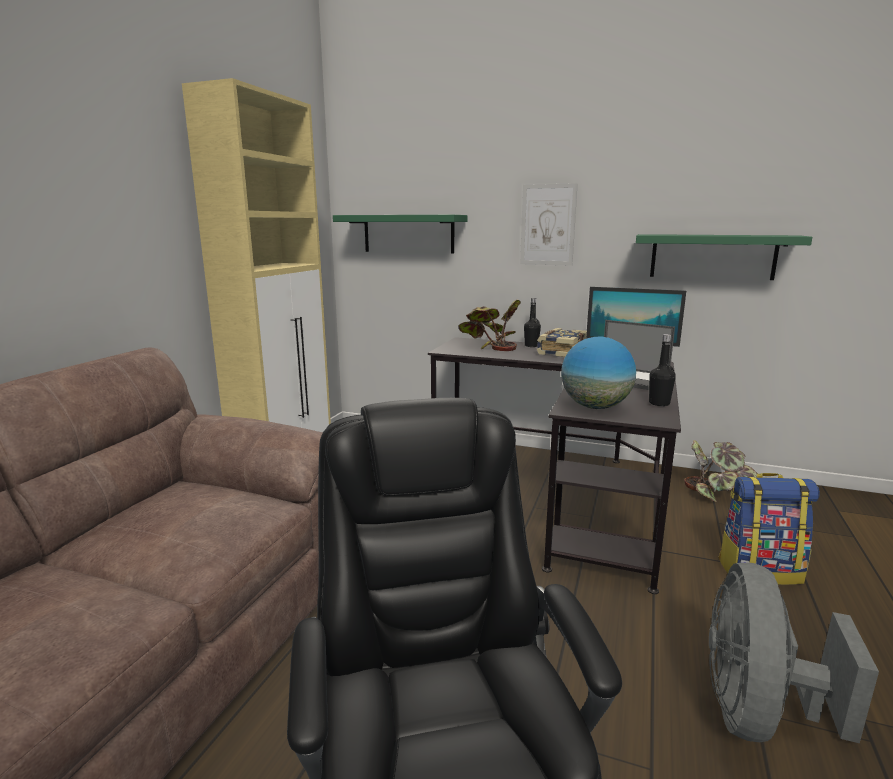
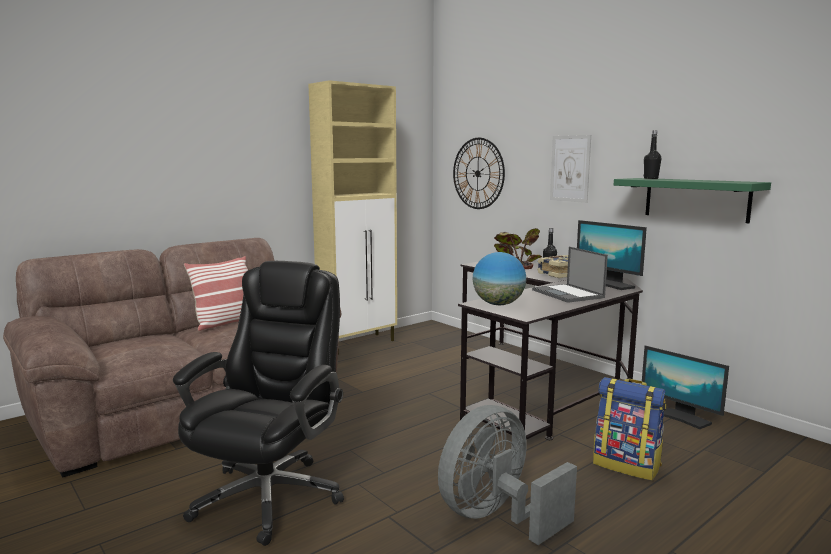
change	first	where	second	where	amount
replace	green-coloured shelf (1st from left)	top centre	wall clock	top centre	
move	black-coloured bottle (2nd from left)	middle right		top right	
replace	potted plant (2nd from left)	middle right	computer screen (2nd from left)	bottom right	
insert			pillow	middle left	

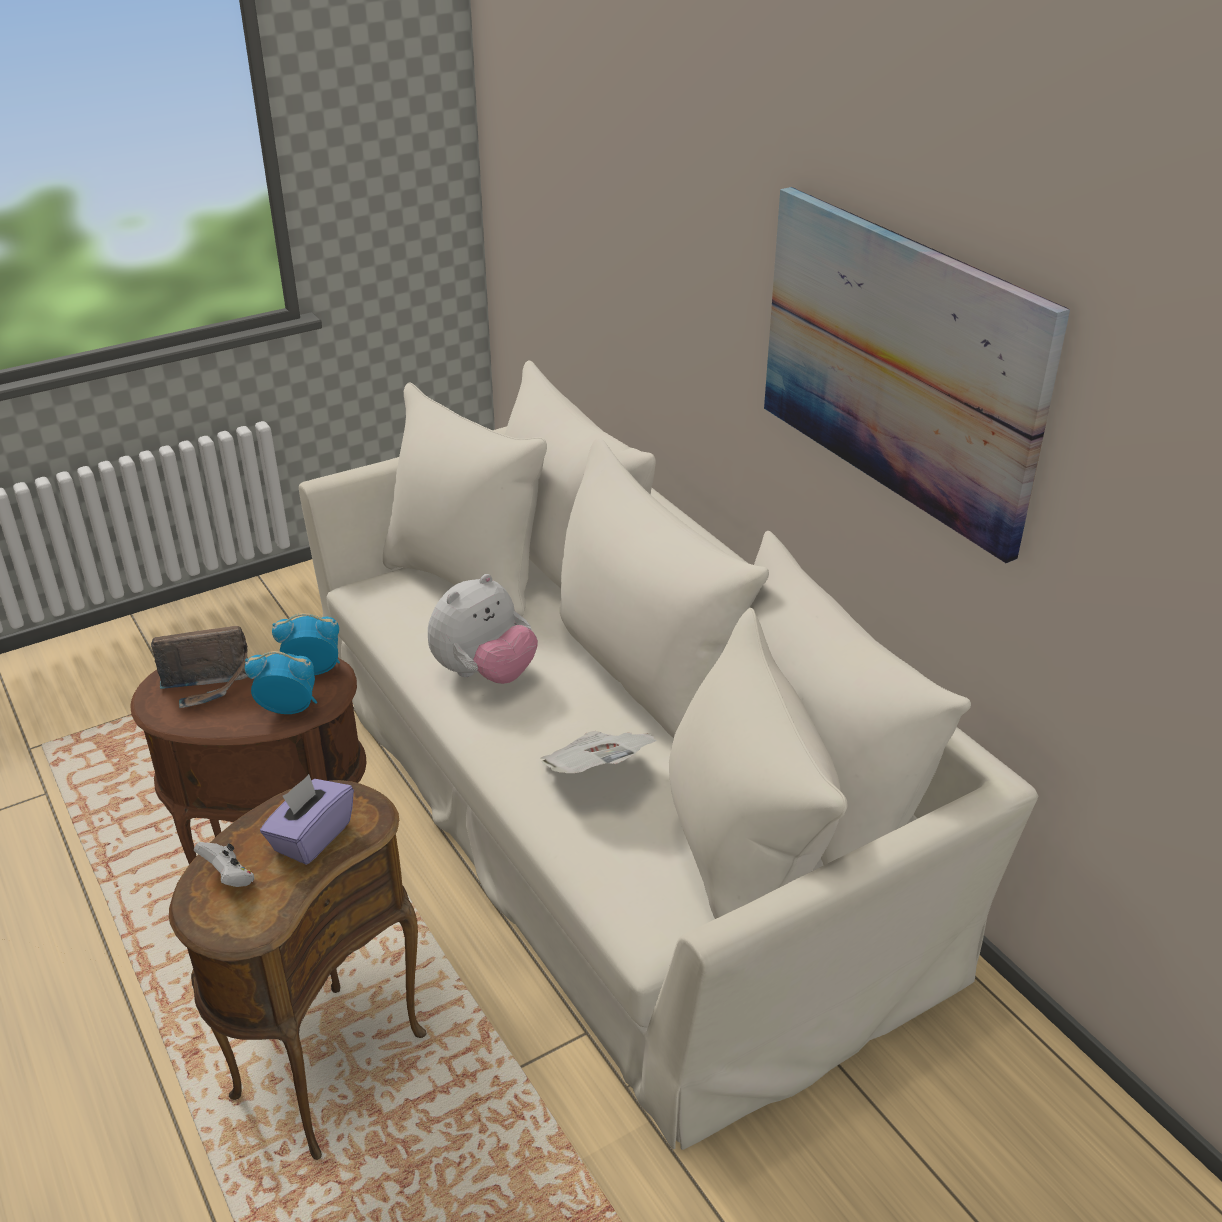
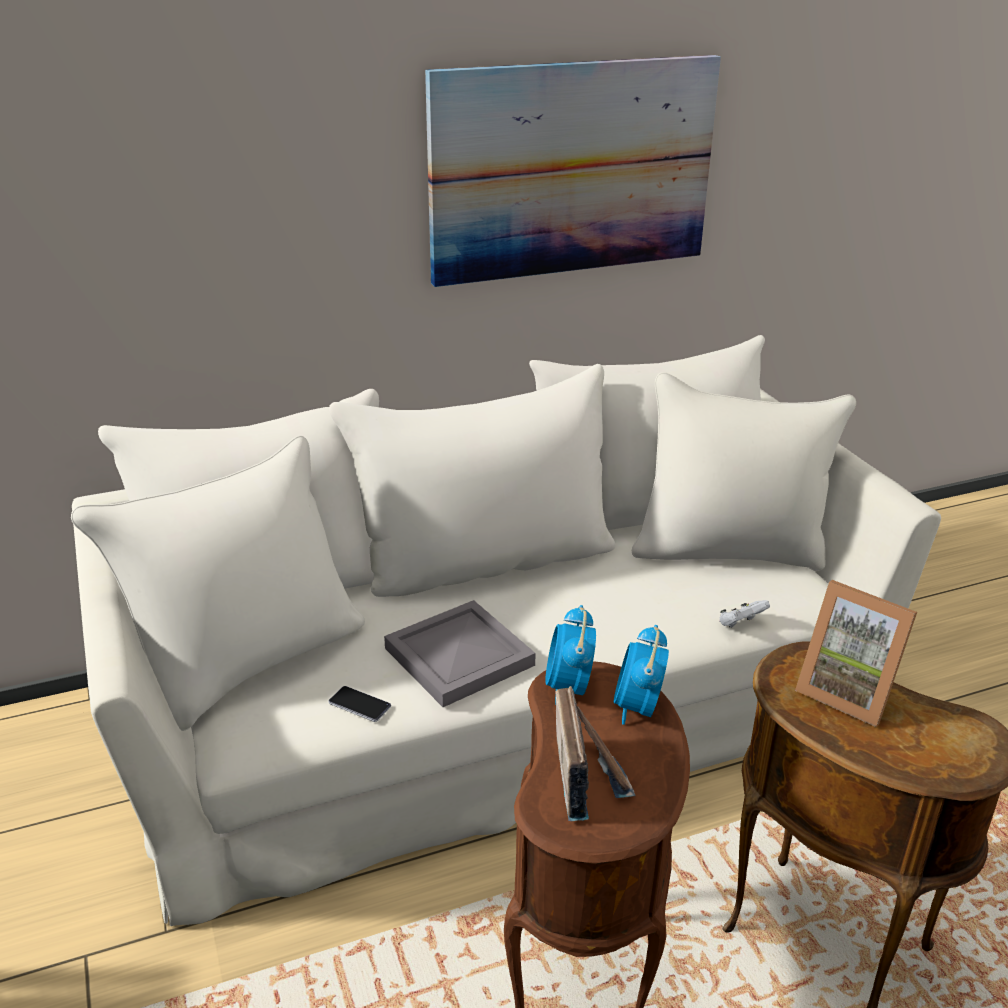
change	first	where	second	where	amount
replace	cuddly toy	centre	grey tray	centre	
delete	daily paper	centre			
replace	purple box of tissues	bottom left	standing frame	middle right	
move	whitish game controller	bottom left		middle right	
insert			phone	bottom centre	

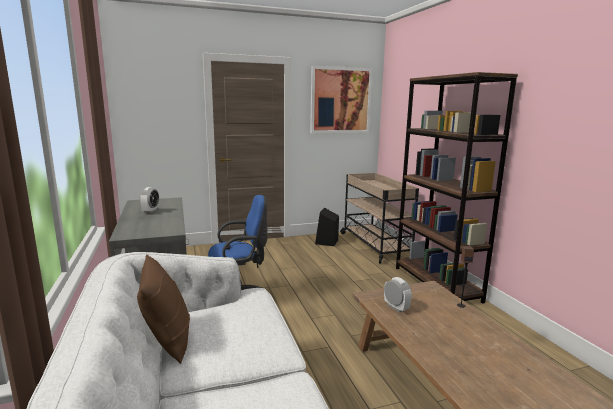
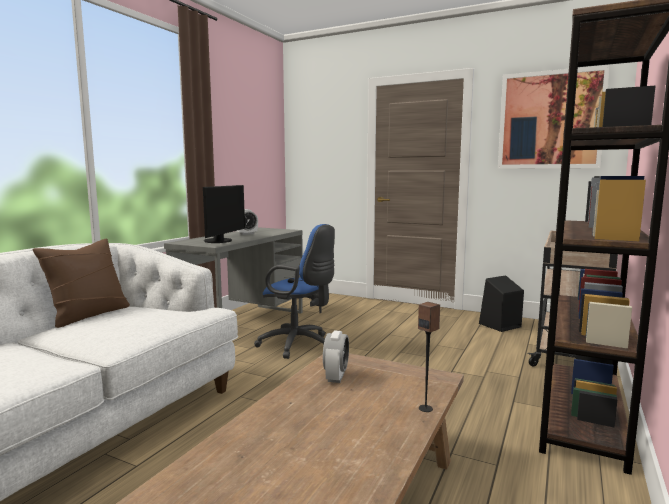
change	first	where	second	where	amount
insert			computer screen	centre	

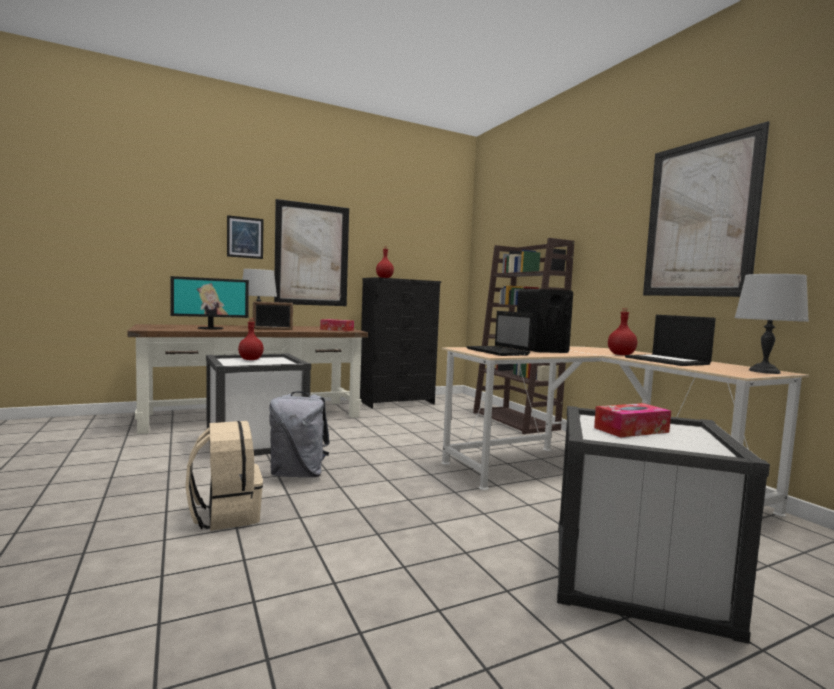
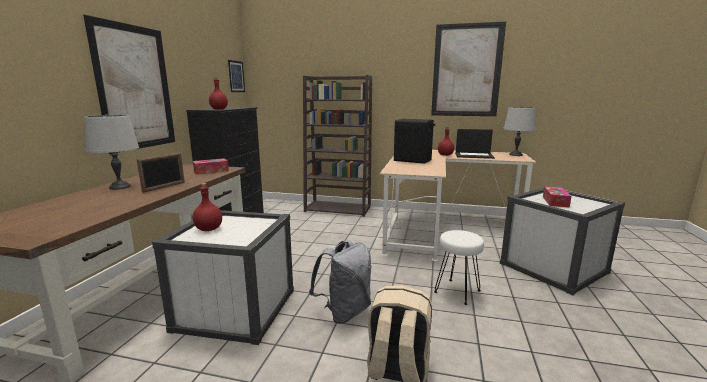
change	first	where	second	where	amount
move	wall picture (1st from left in the first image)	middle left	wall picture (2nd from left)	top centre	
delete	computer screen	middle left			
delete	laptop (1st from left)	centre			
insert			whitish stool	bottom centre	

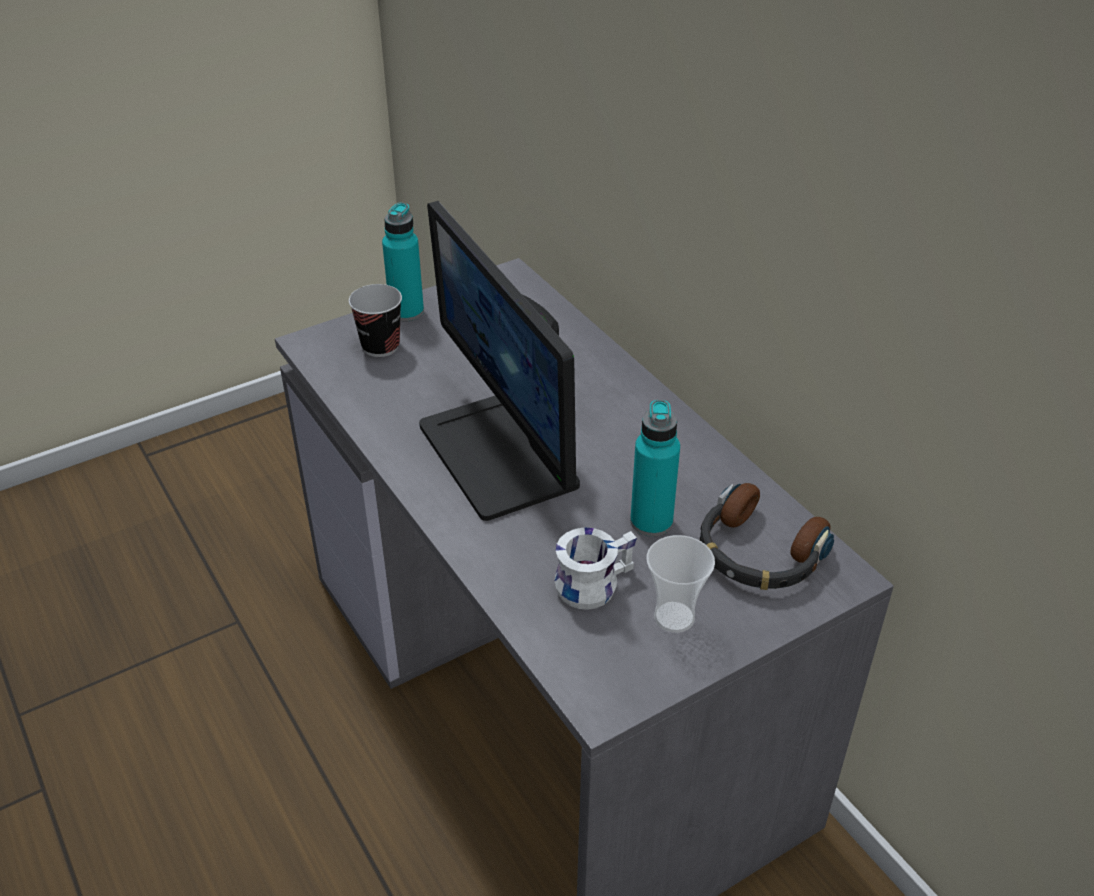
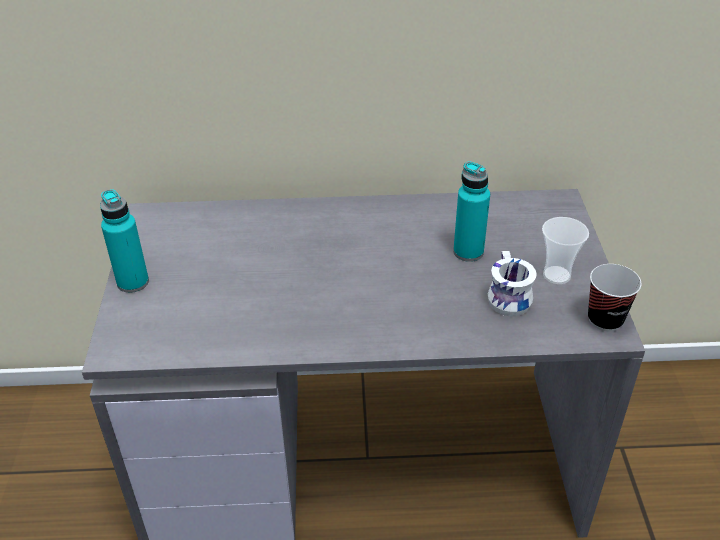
change	first	where	second	where	amount
delete	computer screen	centre			
move	drinking cup (1st from left in the first image)	centre	drinking cup (2nd from left)	middle right	
delete	headset	middle right			

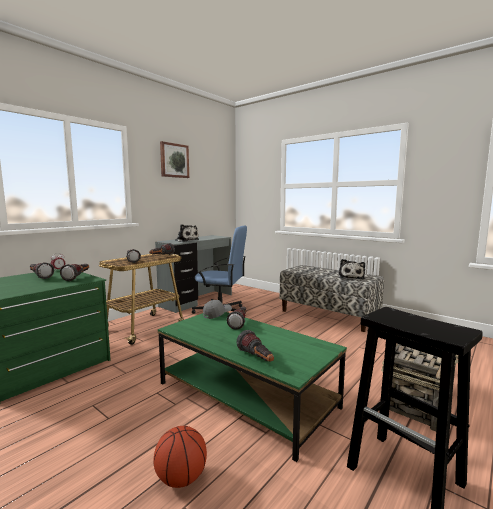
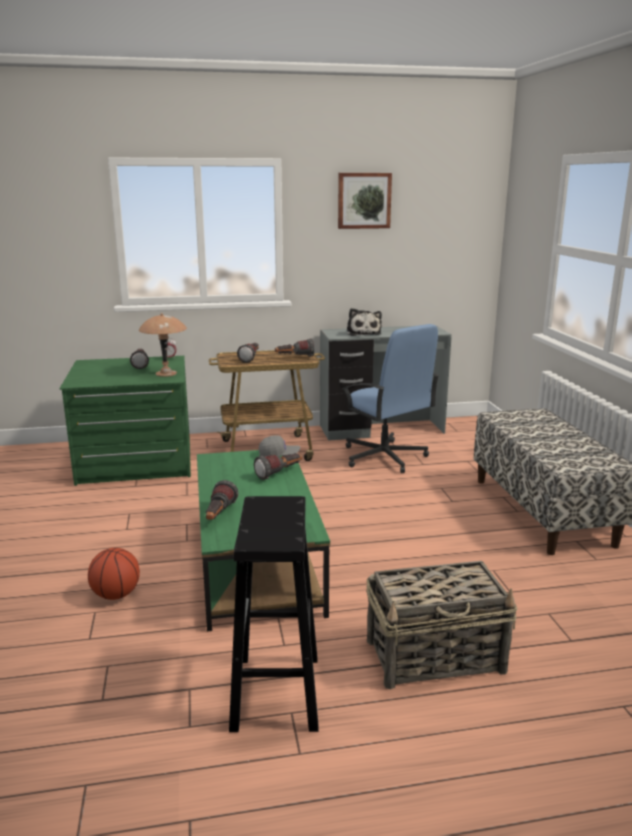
change	first	where	second	where	amount
delete	cuddly toy (2nd from left)	middle right			
replace	flashlight (2nd from left)	middle left	brownish lamp for a table	middle left	

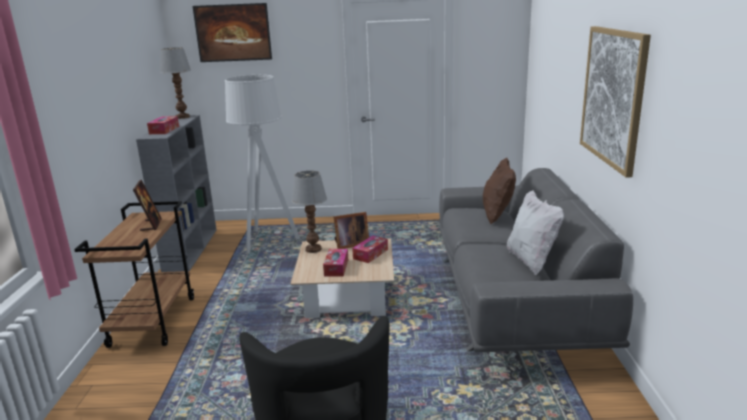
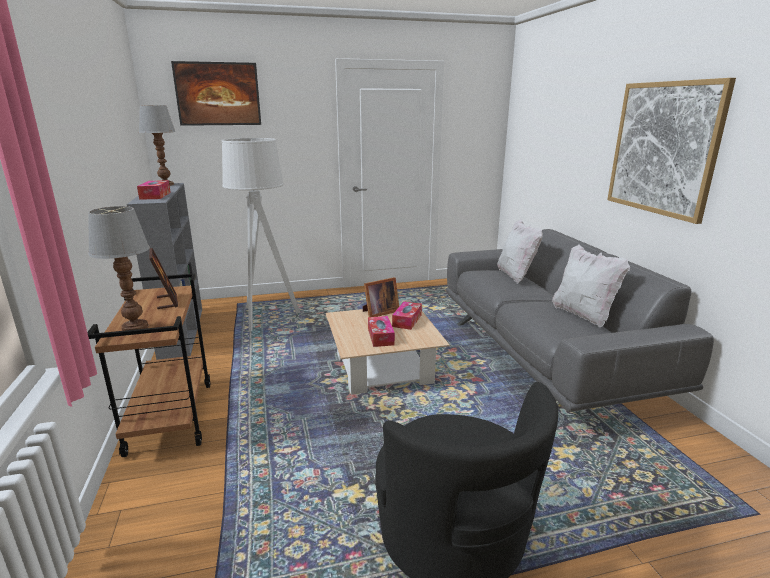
change	first	where	second	where	amount
recolor	brownish pillow	middle right	whitish pillow (1st from left)	middle right	
move	lamp for a table (2nd from left in the first image)	centre	lamp for a table (1st from left)	middle left	

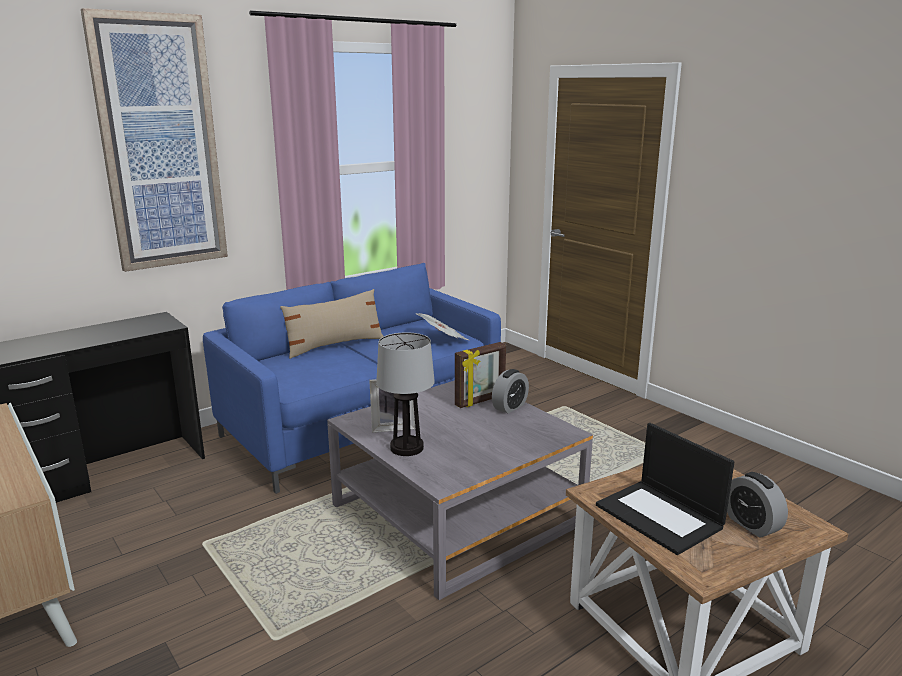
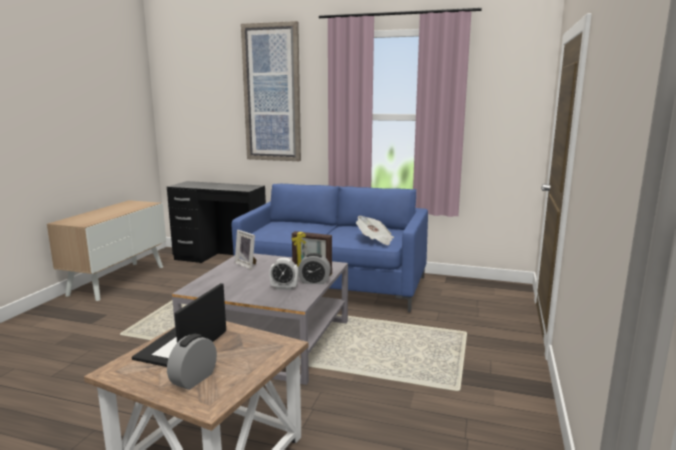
change	first	where	second	where	amount
delete	beige pillow	centre			
delete	lamp for a table	centre			
insert			bedside clock (2nd from left)	centre	

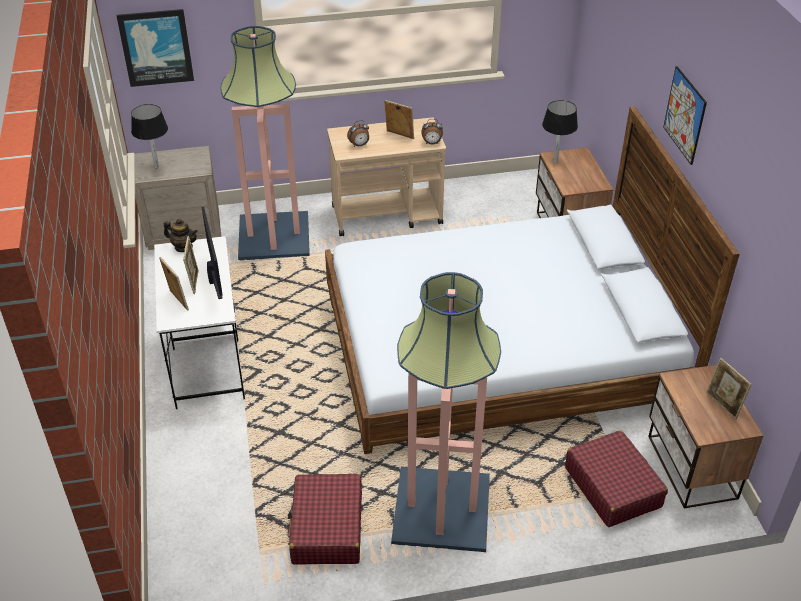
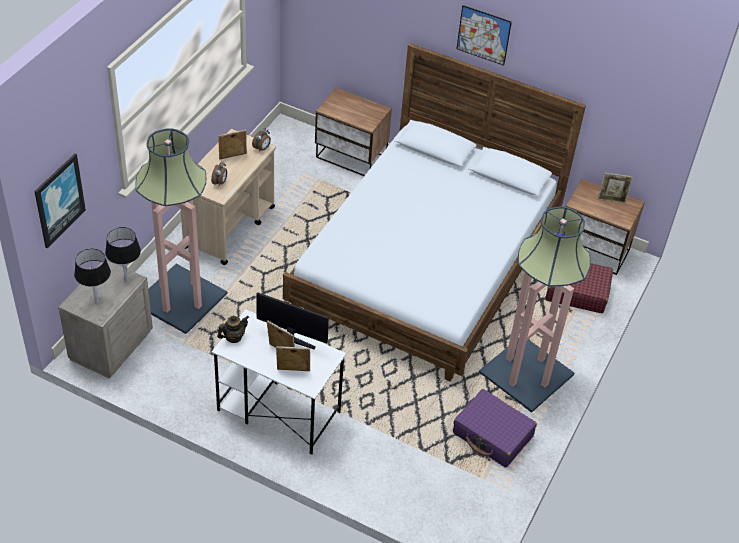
change	first	where	second	where	amount
move	black-coloured lamp for a table (2nd from left)	top right		middle left	
recolor	red travel case (1st from left)	bottom centre	purple travel case	bottom right	

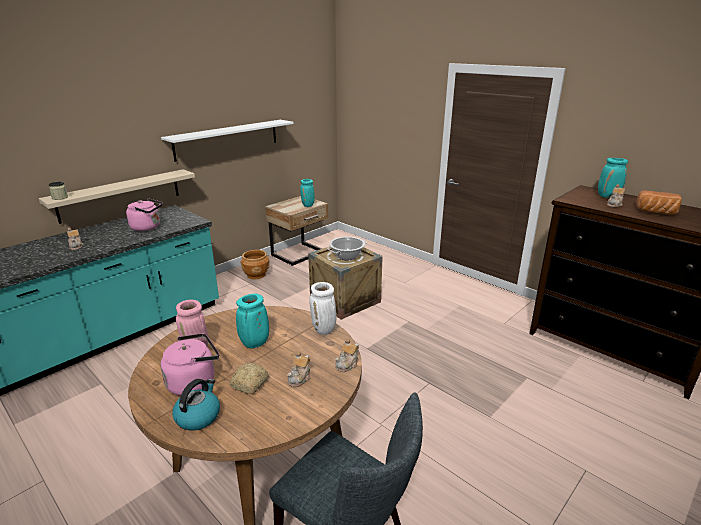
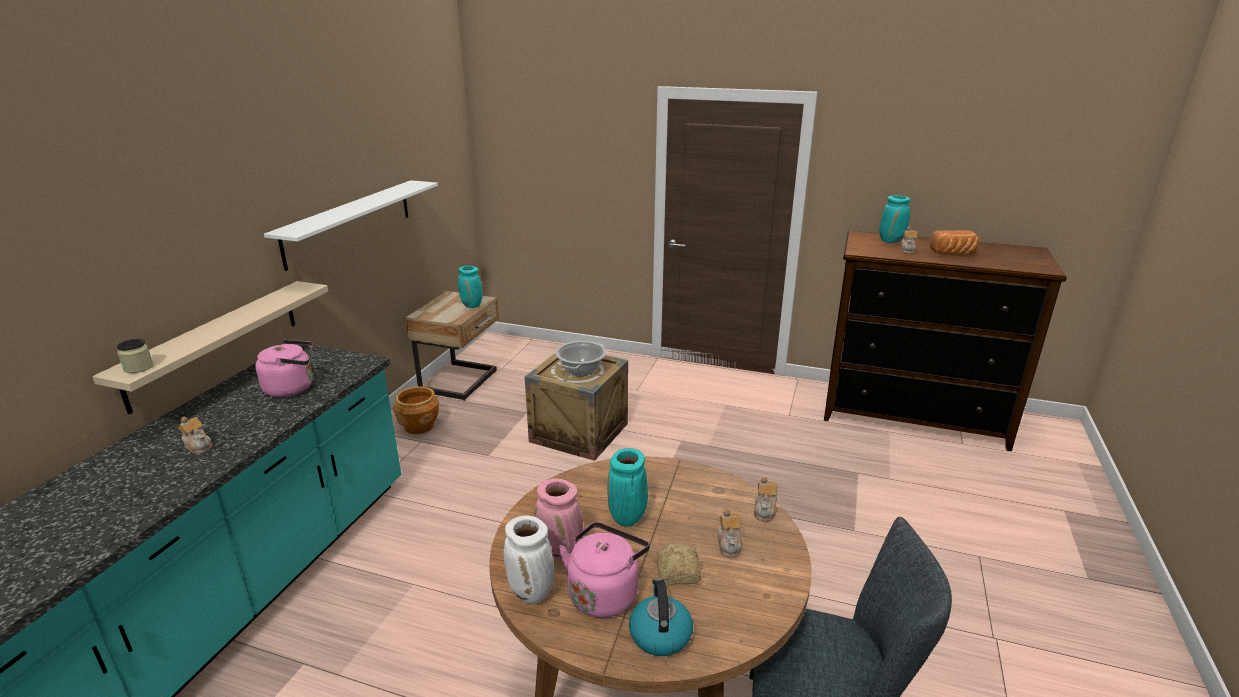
change	first	where	second	where	amount
move	whitish decorative vase	centre		bottom centre	

